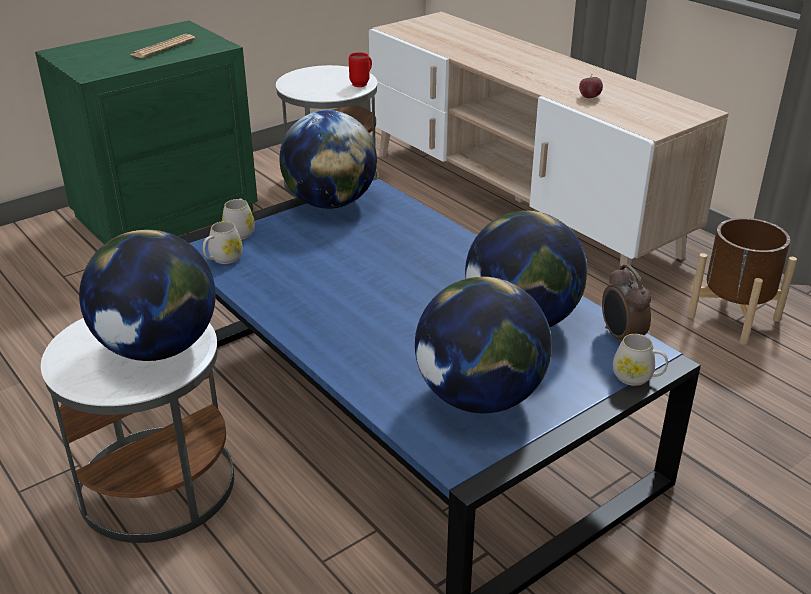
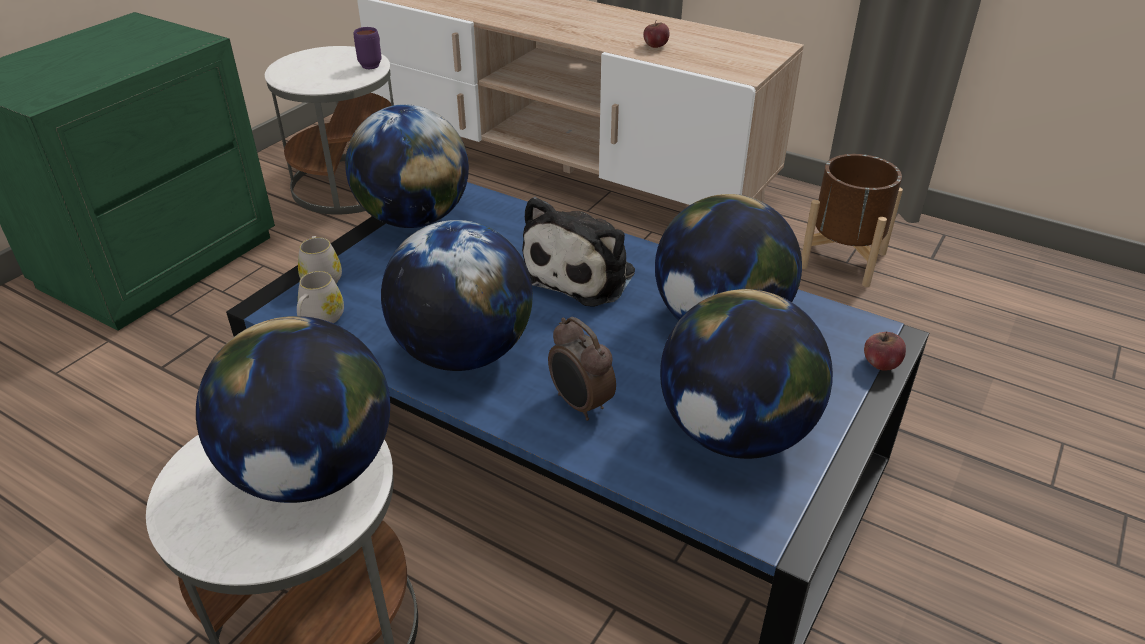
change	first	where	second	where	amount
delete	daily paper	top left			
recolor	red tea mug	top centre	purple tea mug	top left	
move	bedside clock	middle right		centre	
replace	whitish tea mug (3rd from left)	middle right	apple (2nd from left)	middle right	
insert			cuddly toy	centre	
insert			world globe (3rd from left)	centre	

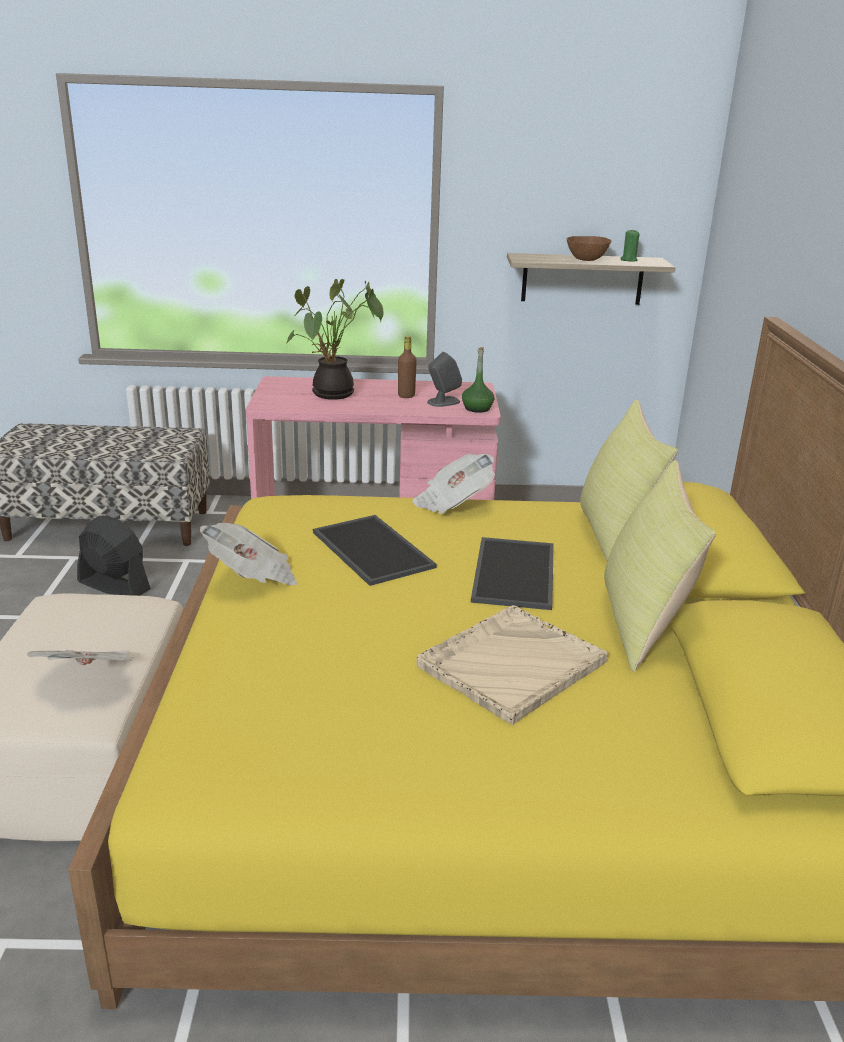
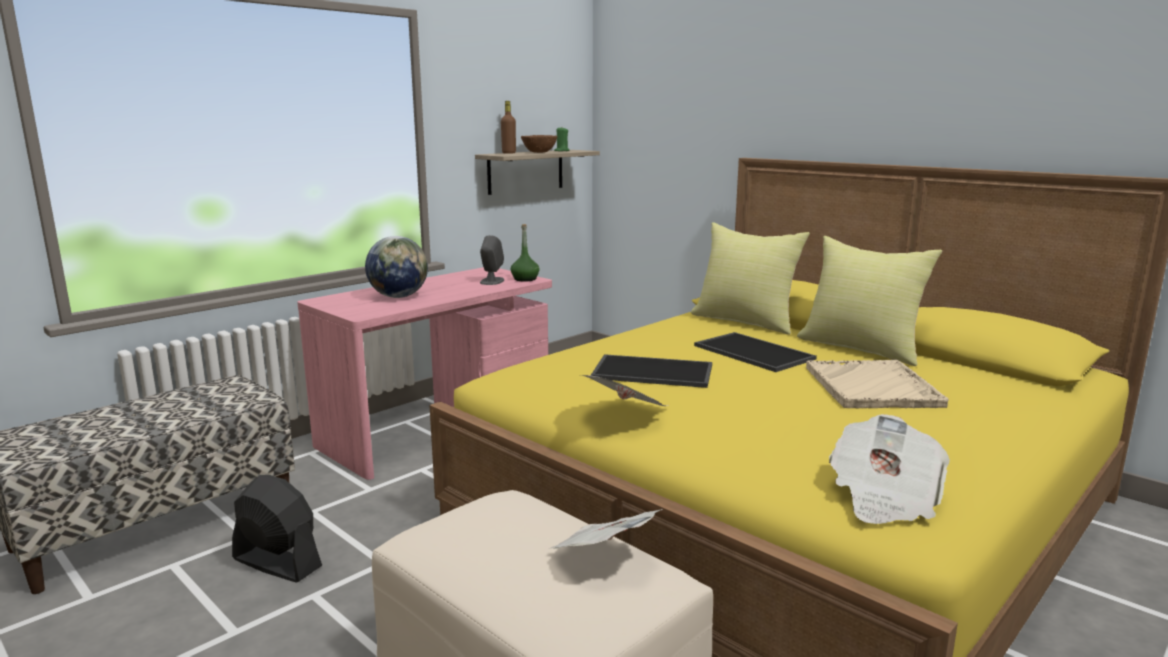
change	first	where	second	where	amount
replace	potted plant	top centre	world globe	centre	
move	brownish bottle	centre		top centre	
move	daily paper (3rd from left)	centre		bottom right	
rotate	black-coloured electric fan	middle left		bottom left	45 degrees clockwise

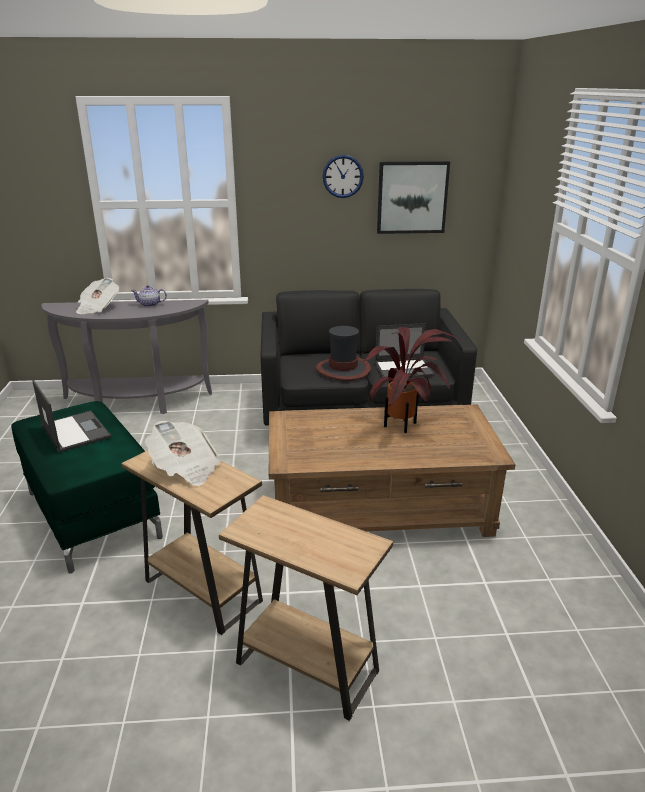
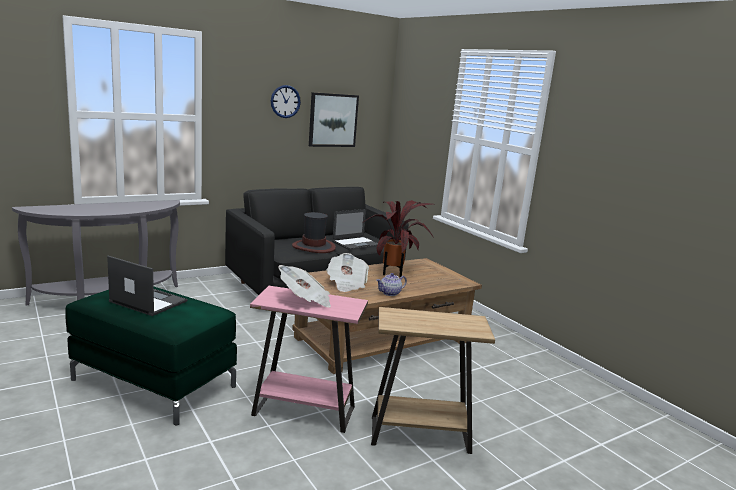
change	first	where	second	where	amount
move	daily paper (1st from left in the first image)	middle left	daily paper (2nd from left)	centre	
move	pot for tea	middle left		centre	
recolor	brownish end table (1st from left)	bottom left	pink end table	bottom centre	

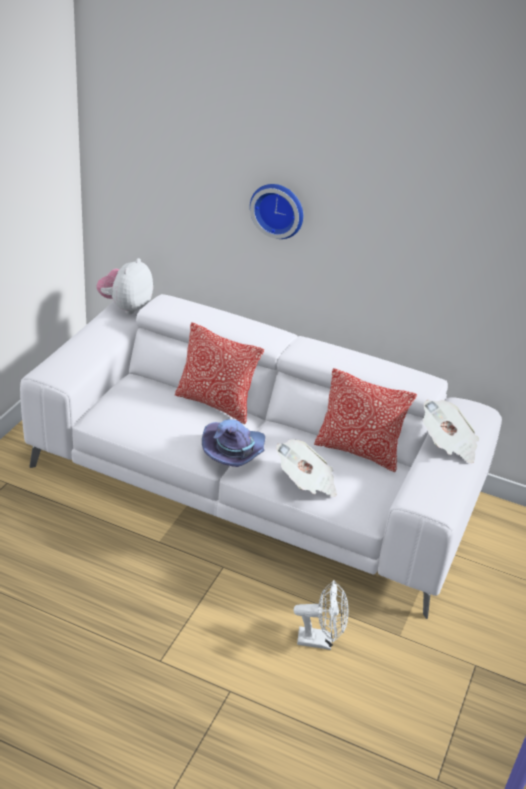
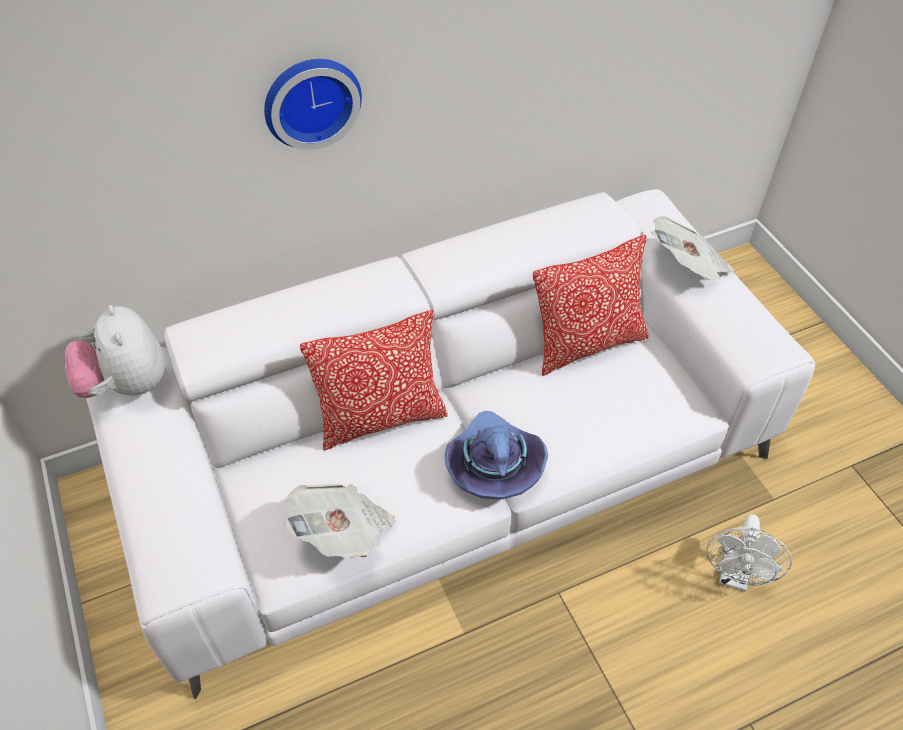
change	first	where	second	where	amount
move	daily paper (1st from left)	centre		bottom centre	
rotate	whitish electric fan	bottom centre		bottom right	150 degrees clockwise

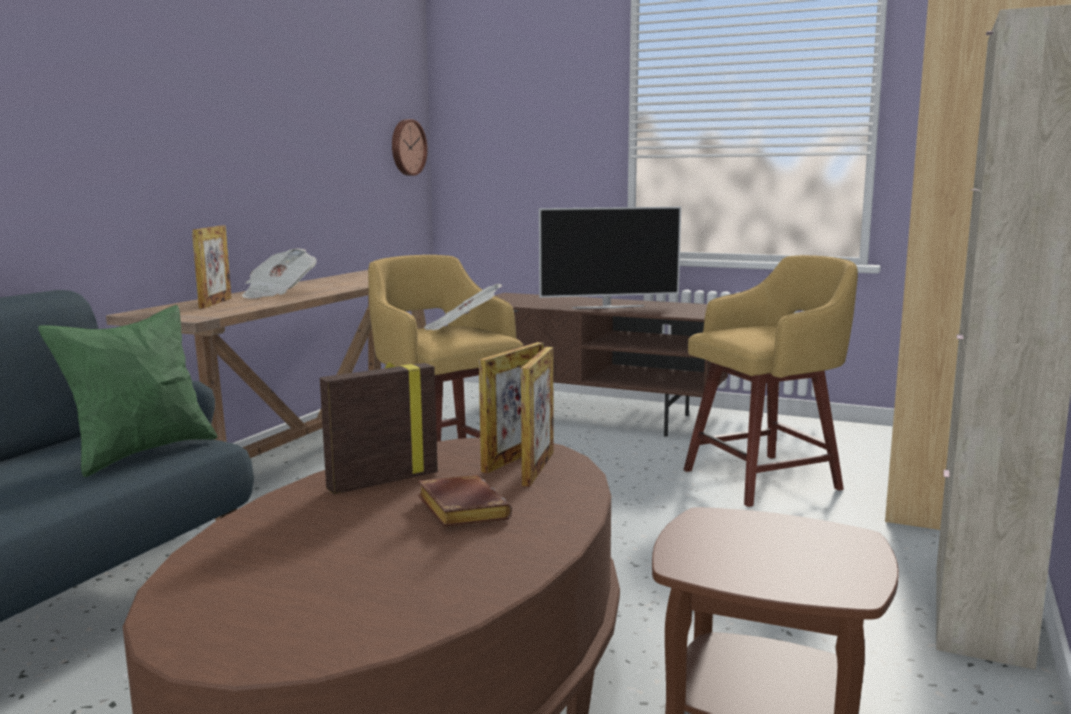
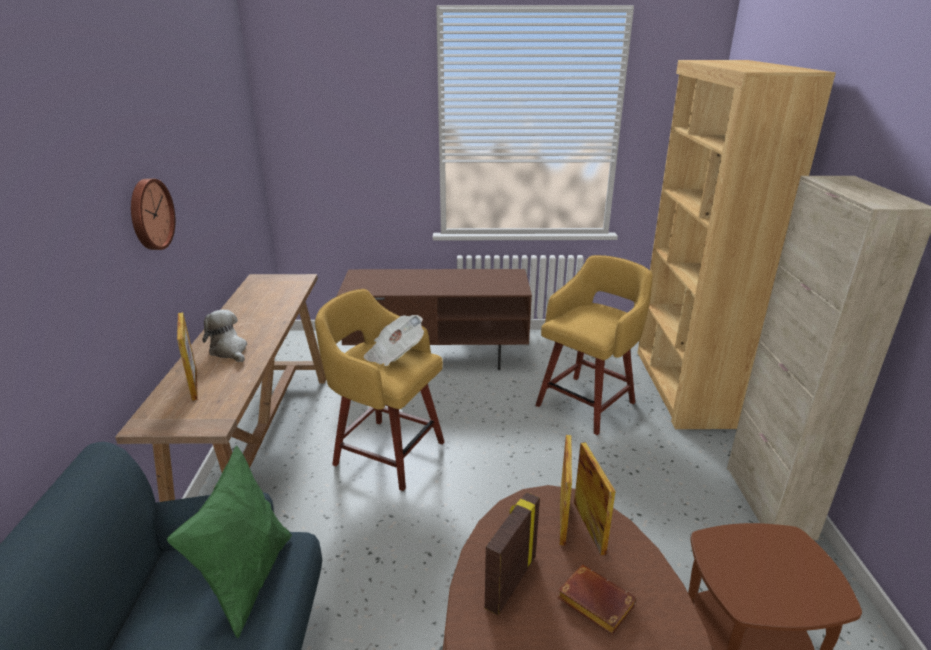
change	first	where	second	where	amount
move	wall clock	top centre		top left	
delete	TV	centre			
replace	daily paper (1st from left)	middle left	cuddly toy	middle left	

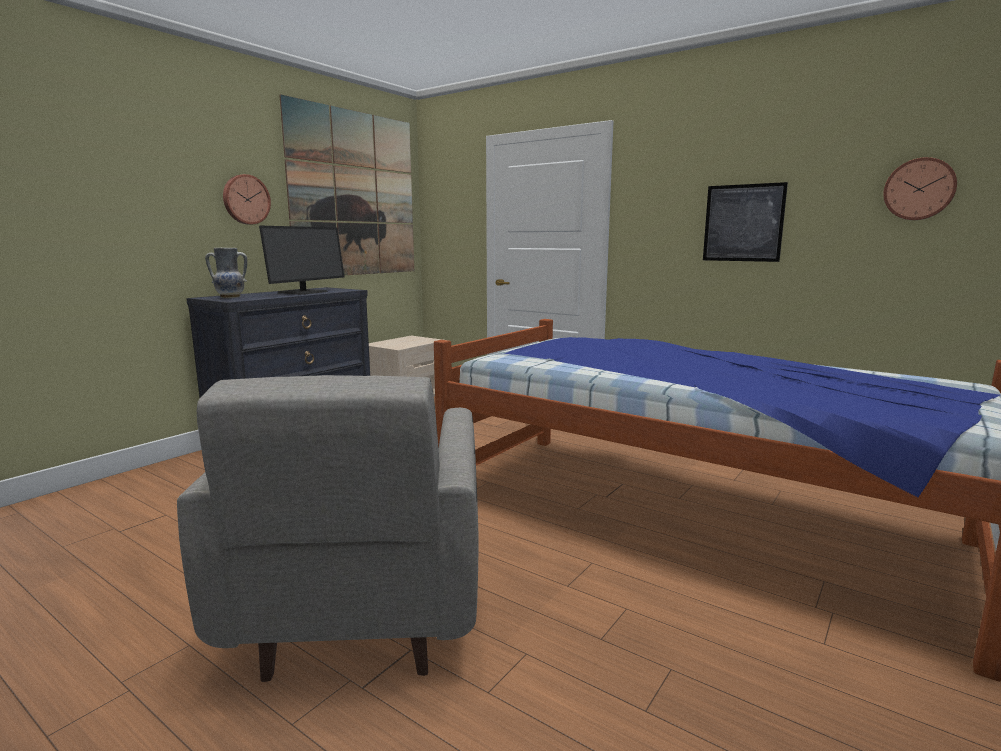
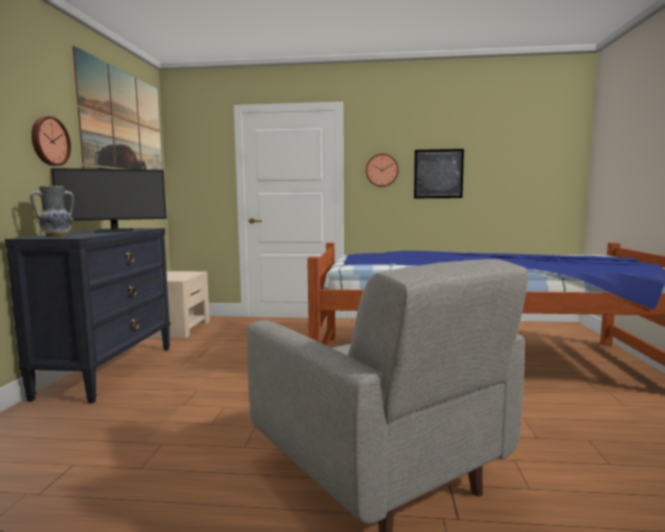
change	first	where	second	where	amount
move	wall clock (2nd from left)	top right		top centre	
rotate	computer screen	middle left		middle left	75 degrees clockwise

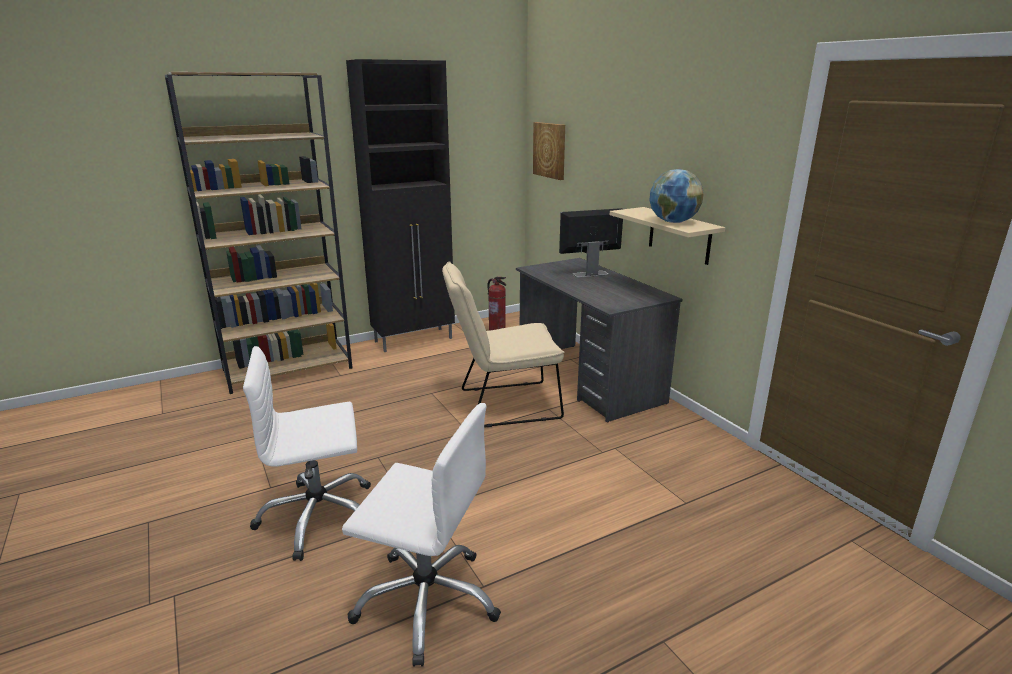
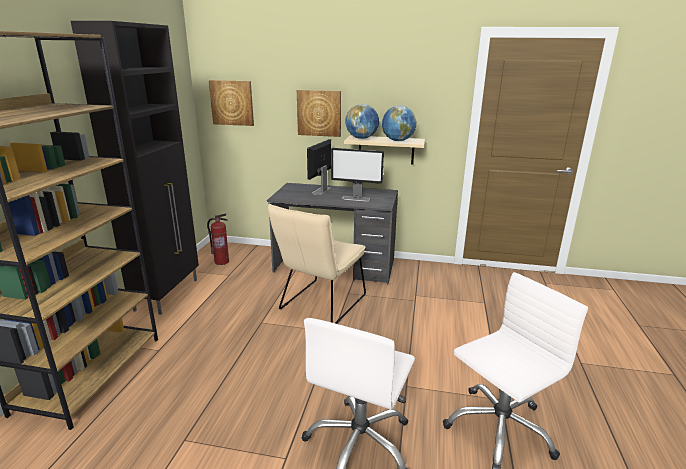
change	first	where	second	where	amount
insert			wall picture (2nd from left)	top centre	
insert			world globe (1st from left)	top centre	
insert			computer screen (2nd from left)	centre	

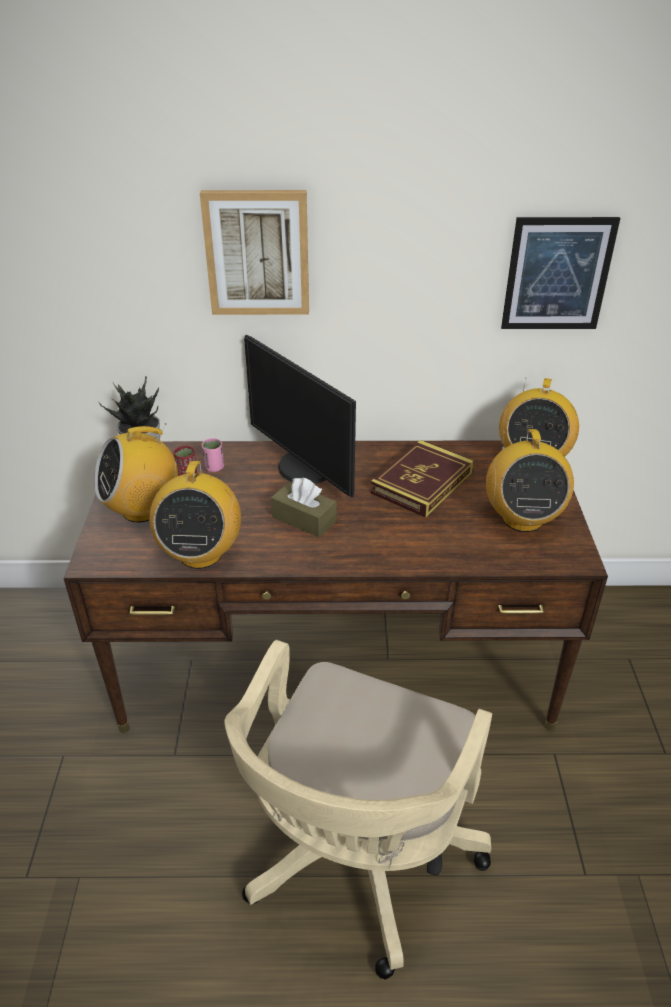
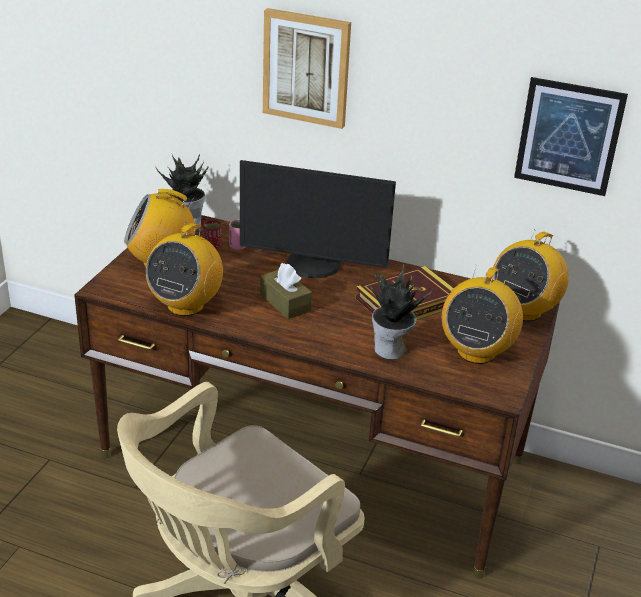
change	first	where	second	where	amount
rotate	computer screen	centre		centre	60 degrees counterclockwise
insert			potted plant (2nd from left)	centre	

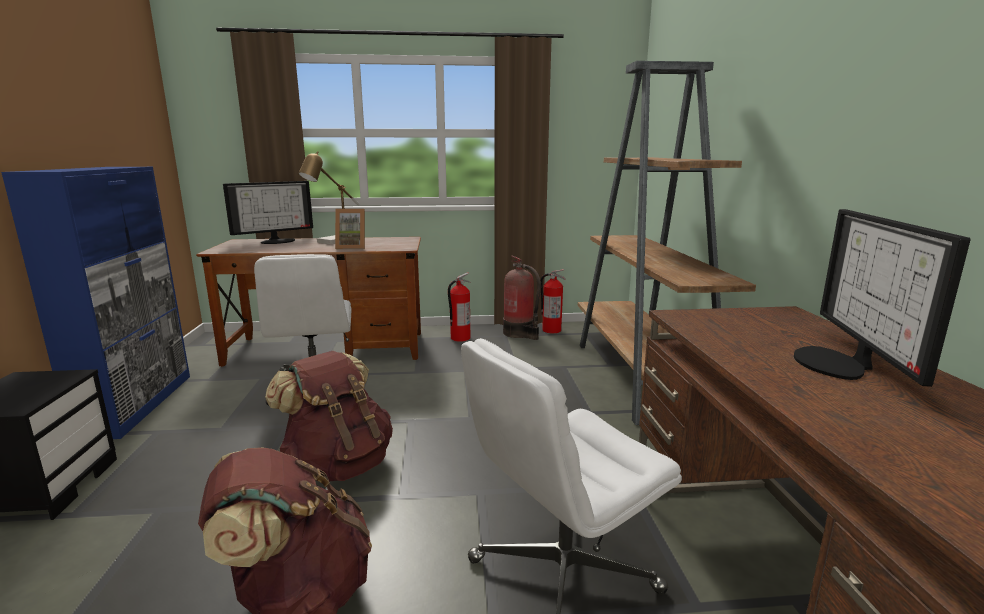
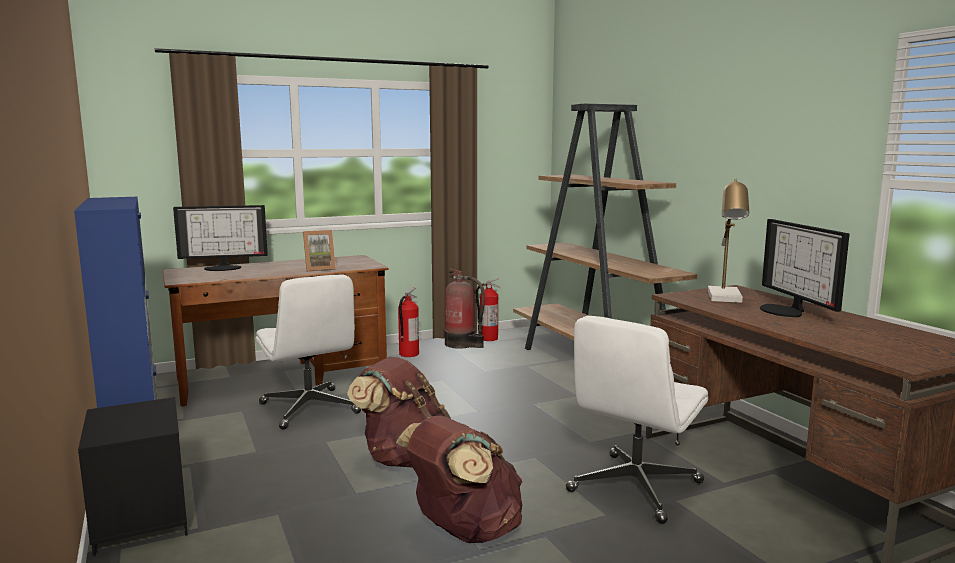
change	first	where	second	where	amount
move	lamp for a table	top centre		middle right	
rotate	computer screen (1st from left)	middle left		middle left	45 degrees clockwise

